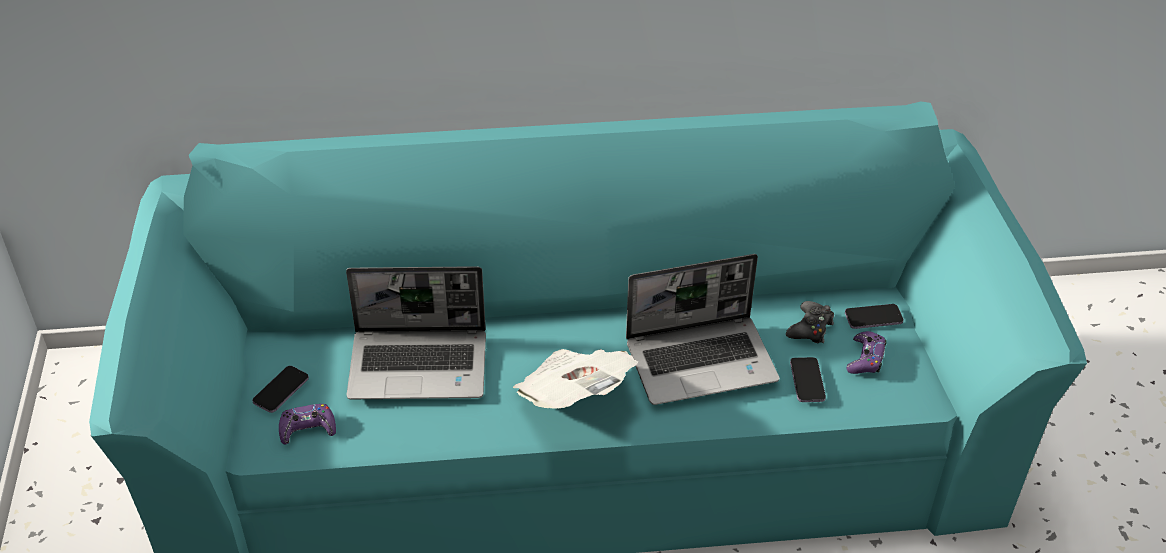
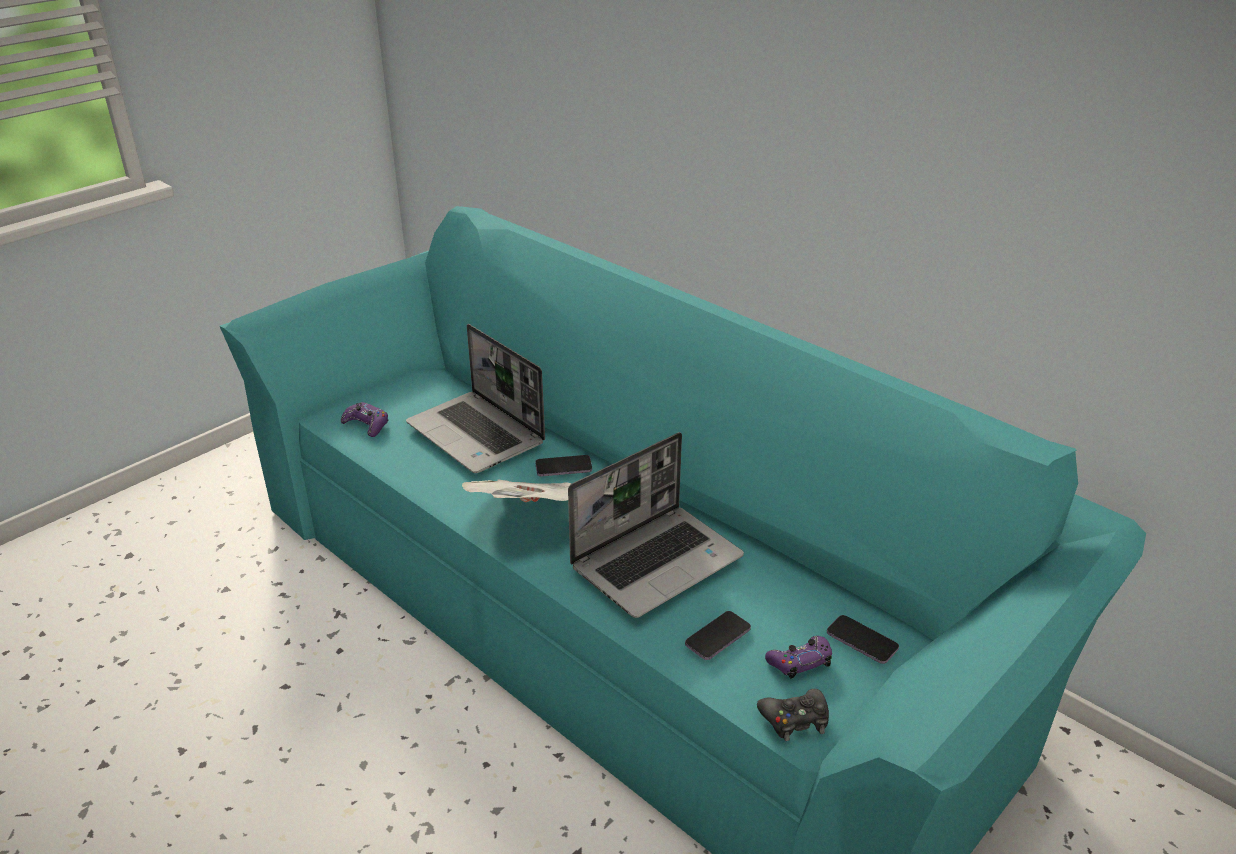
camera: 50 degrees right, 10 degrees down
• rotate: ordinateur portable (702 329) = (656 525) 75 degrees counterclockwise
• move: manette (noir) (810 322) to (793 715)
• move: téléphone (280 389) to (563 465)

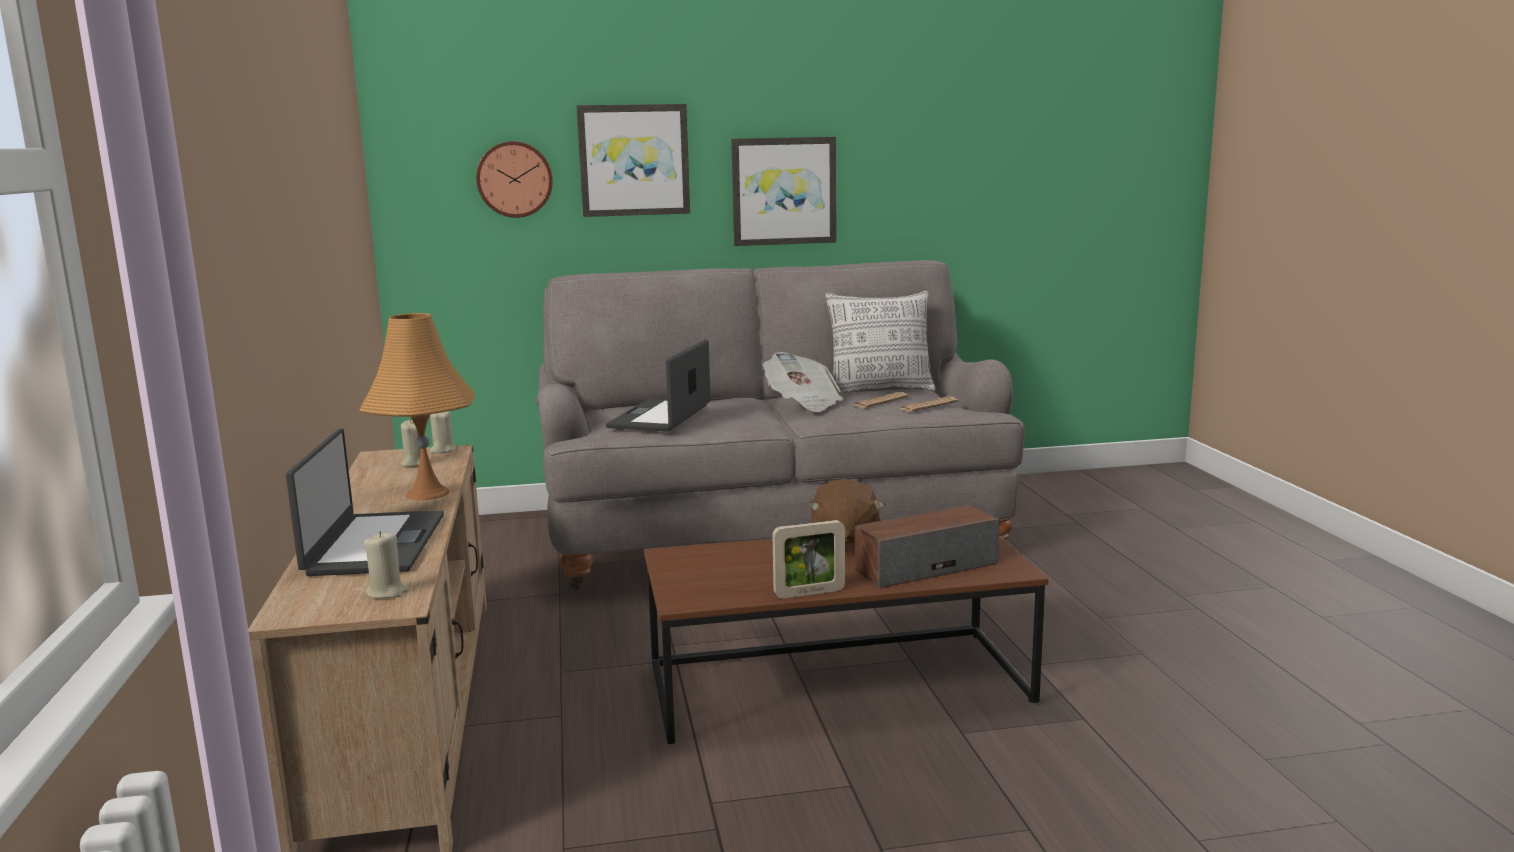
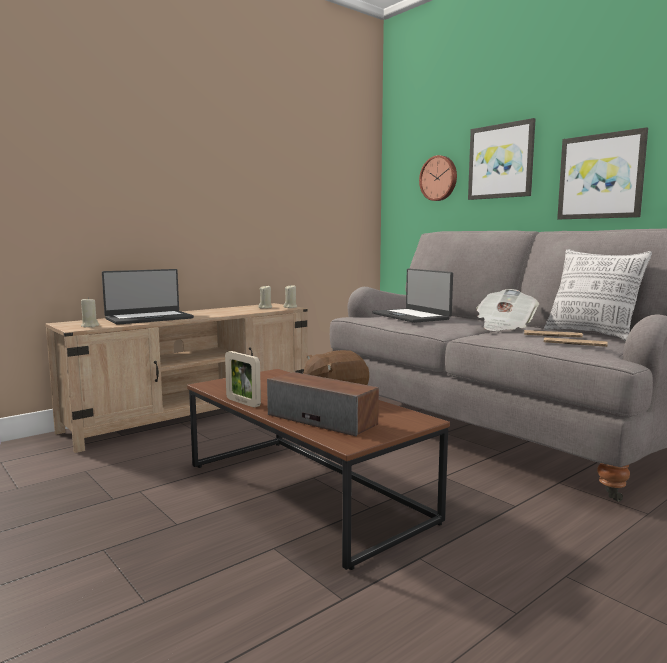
camera: 60 degrees right, 5 degrees down
• delete: lampe de table (orange) (417 407)
• rotate: ordinateur portable (658 385) = (412 295) 105 degrees counterclockwise

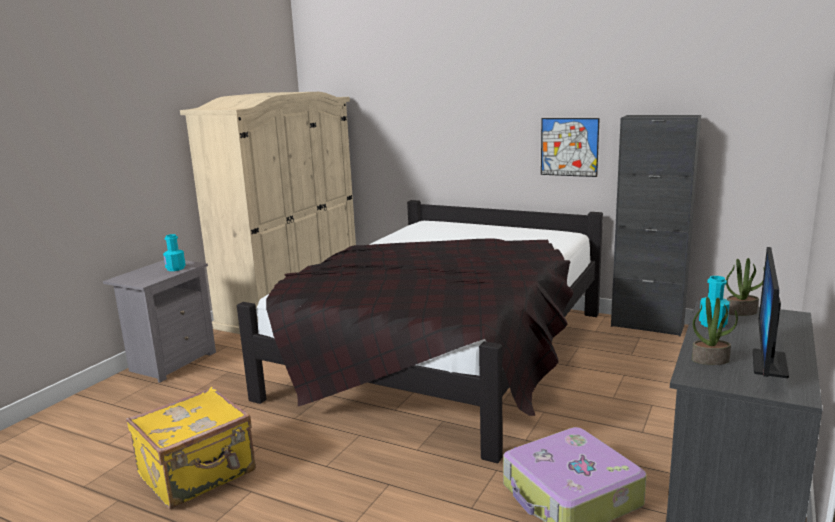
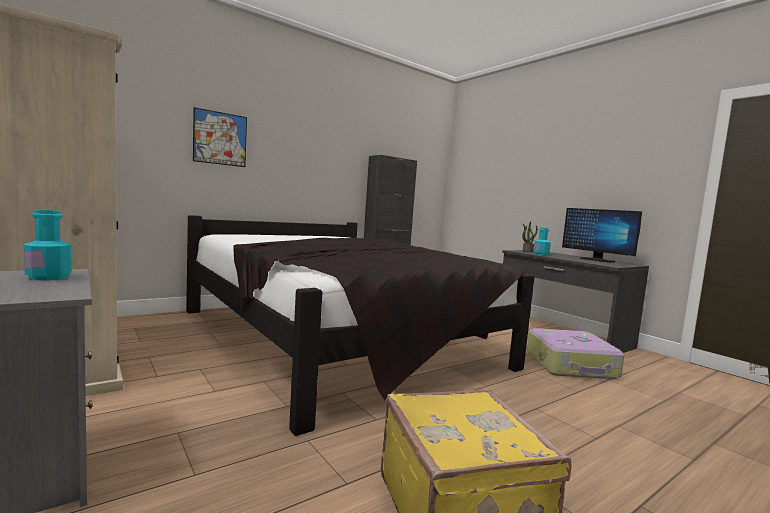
camera: 65 degrees left, 10 degrees down
• move: tableau (570 147) to (220 137)
• delete: plante en pot (715 331)

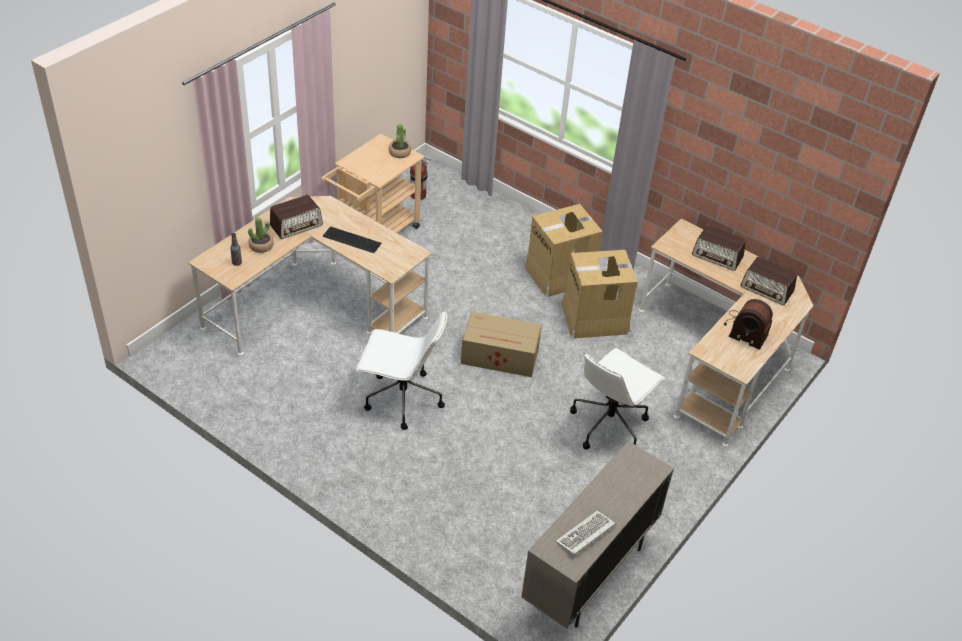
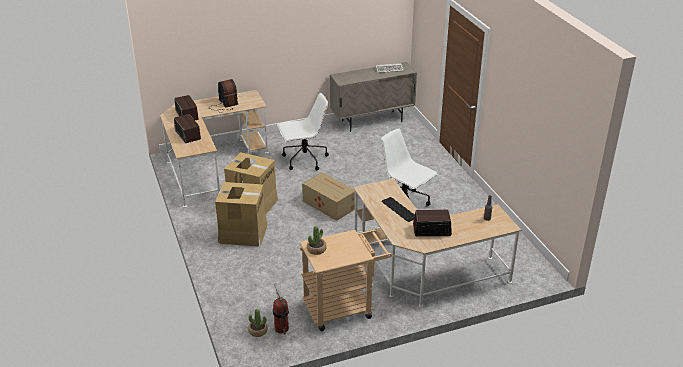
camera: 145 degrees left, 10 degrees down
• move: plante en pot (261 235) to (258 323)

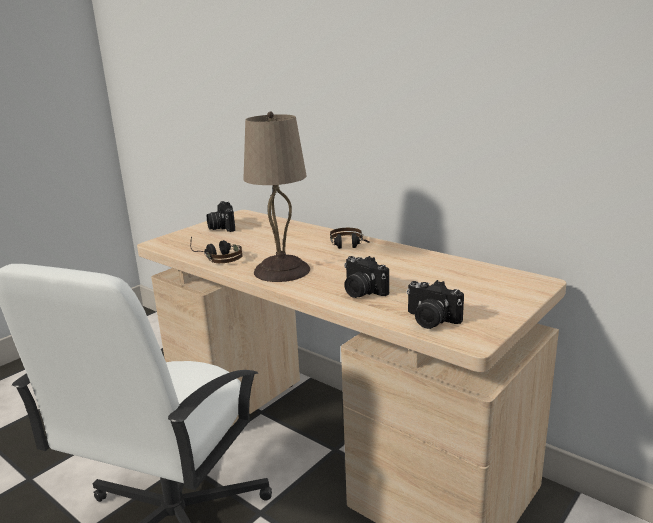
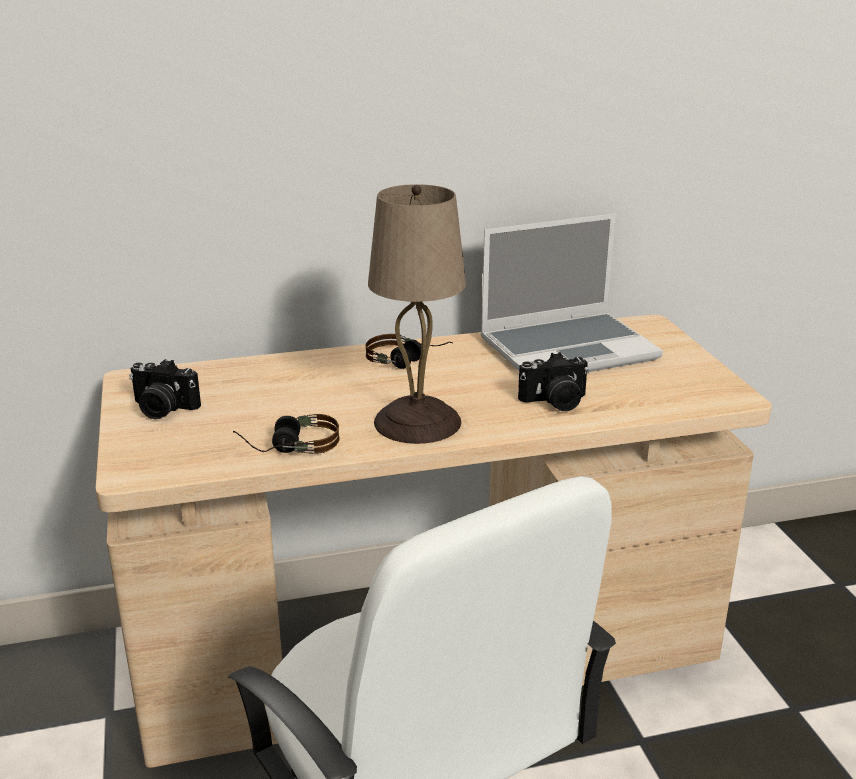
camera: 55 degrees left, 5 degrees up
• delete: appareil photo (435 304)
• insert: ordinateur portable (571 292)

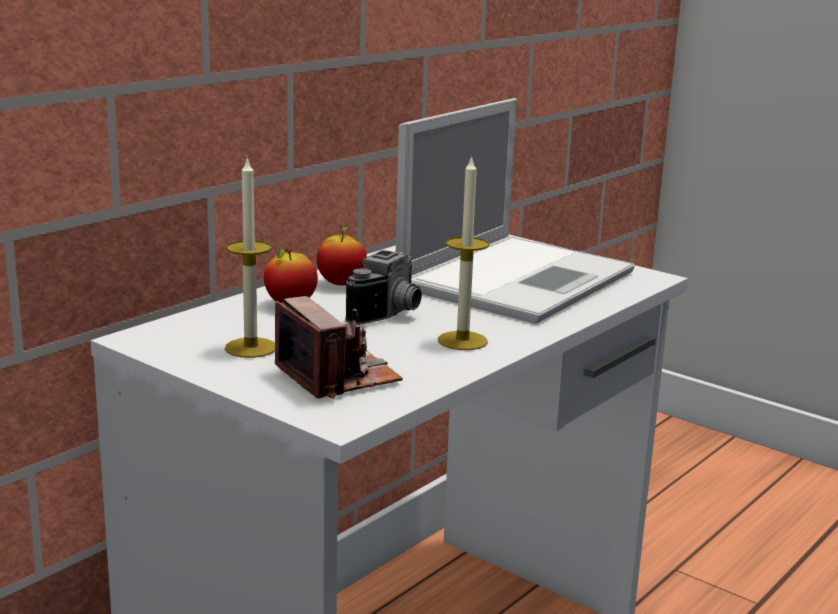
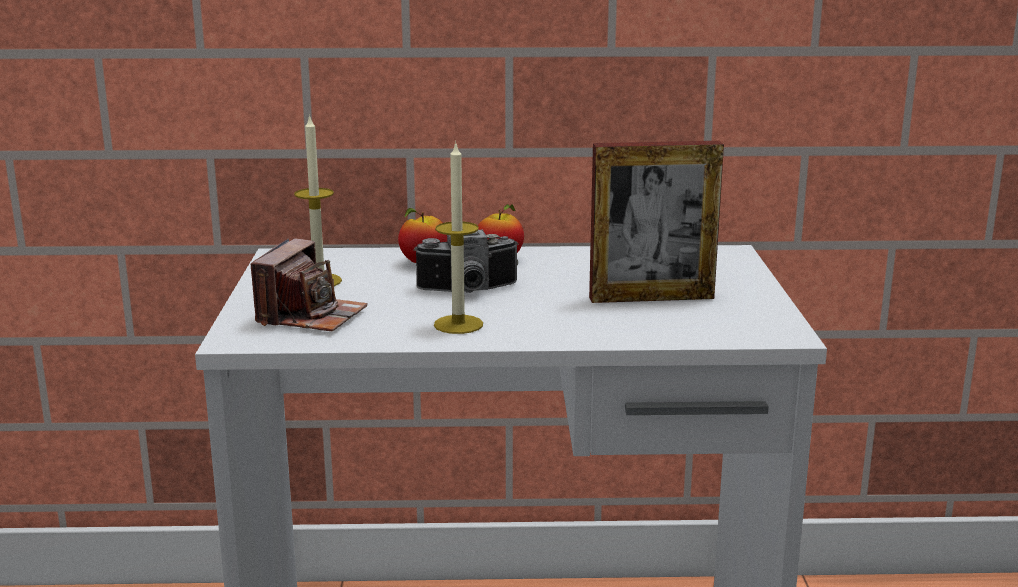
camera: 50 degrees right, 0 degrees up
• replace: ordinateur portable (515 211) to cadre photo (656 222)

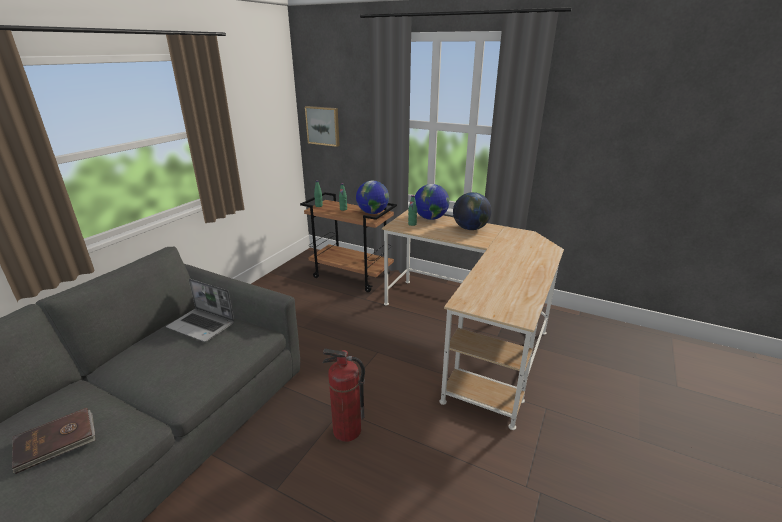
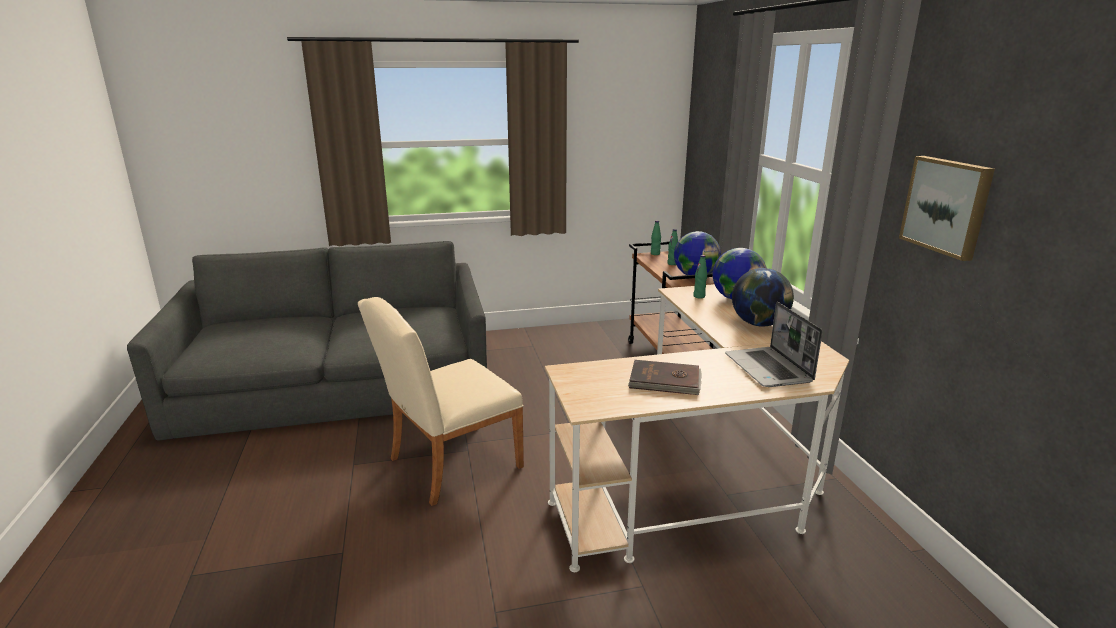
camera: 50 degrees right, 5 degrees down
• move: tableau (322 126) to (947 208)
• move: ordinateur portable (200 310) to (774 344)
• replace: extincteur (344 395) to chaise (beige) (441 401)
• move: livre (marron) (53 441) to (665 377)

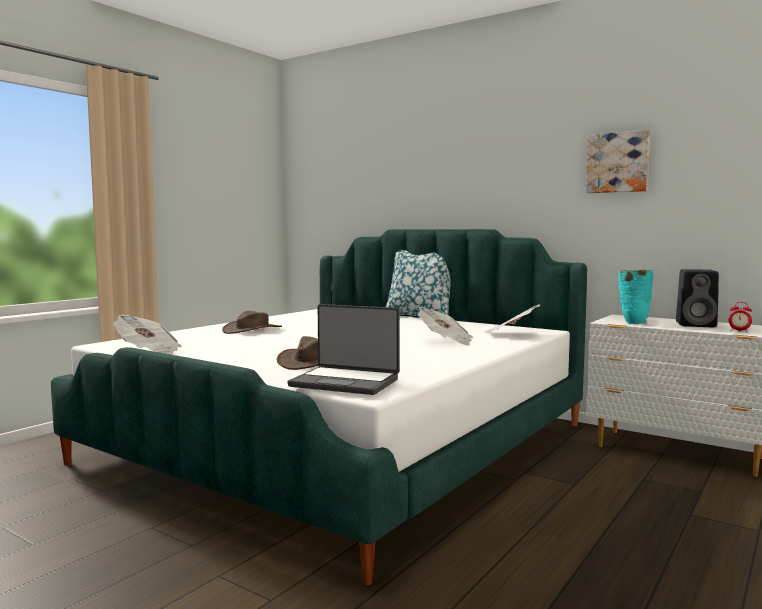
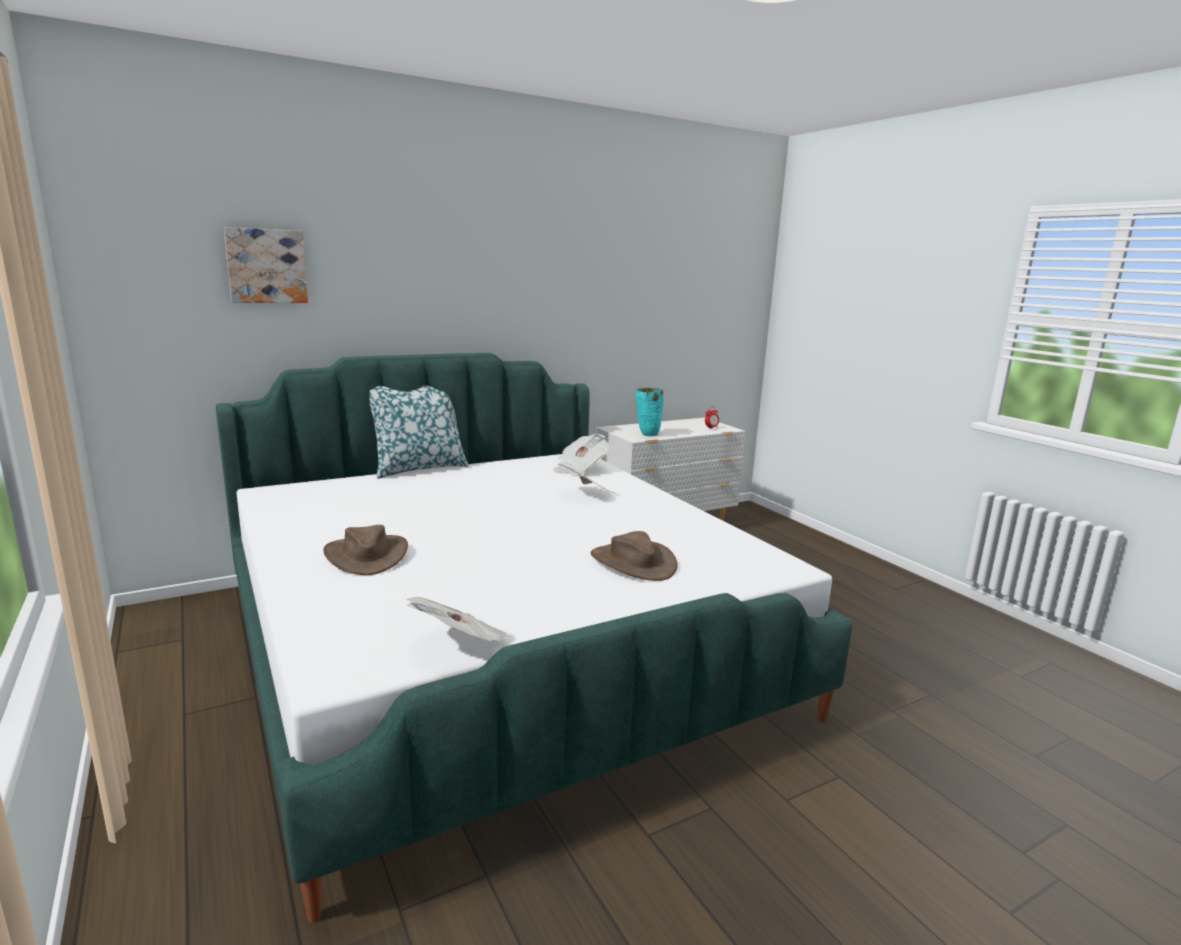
camera: 65 degrees left, 10 degrees up
• move: tableau (618 161) to (266 265)
• delete: enceinte (noir) (697 298)
• delete: ordinateur portable (344 349)

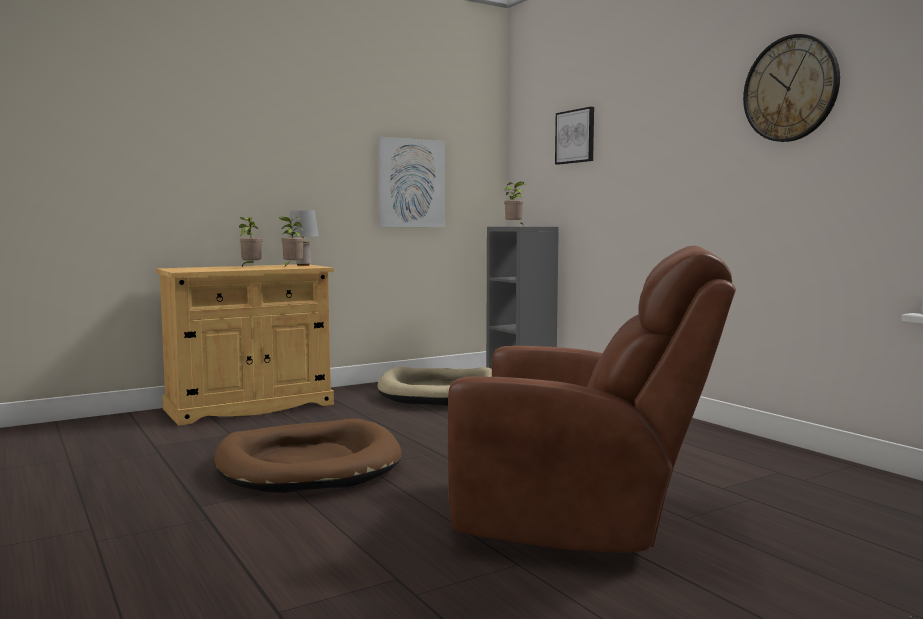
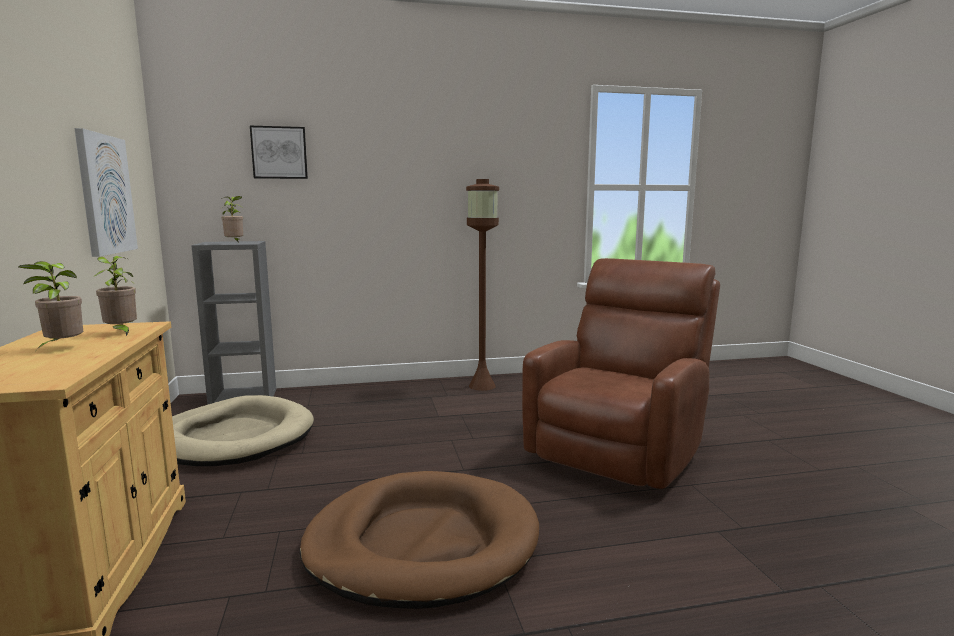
camera: 70 degrees left, 5 degrees up
• delete: horloge murale (791 88)
• delete: lampe de table (gris) (303 238)
• insert: lampadaire (marron) (482 285)

